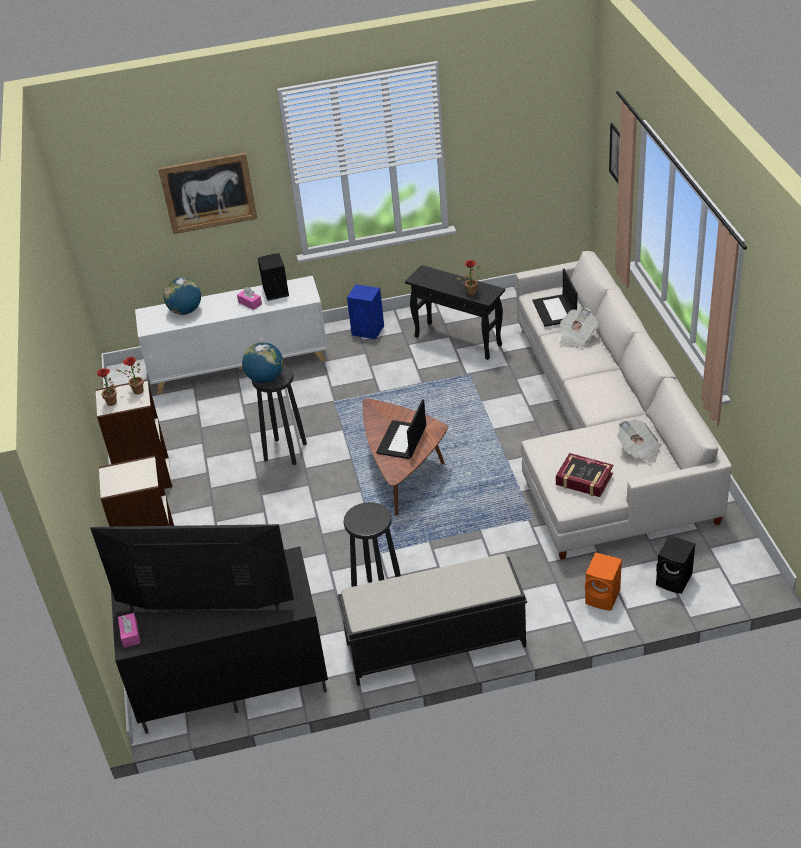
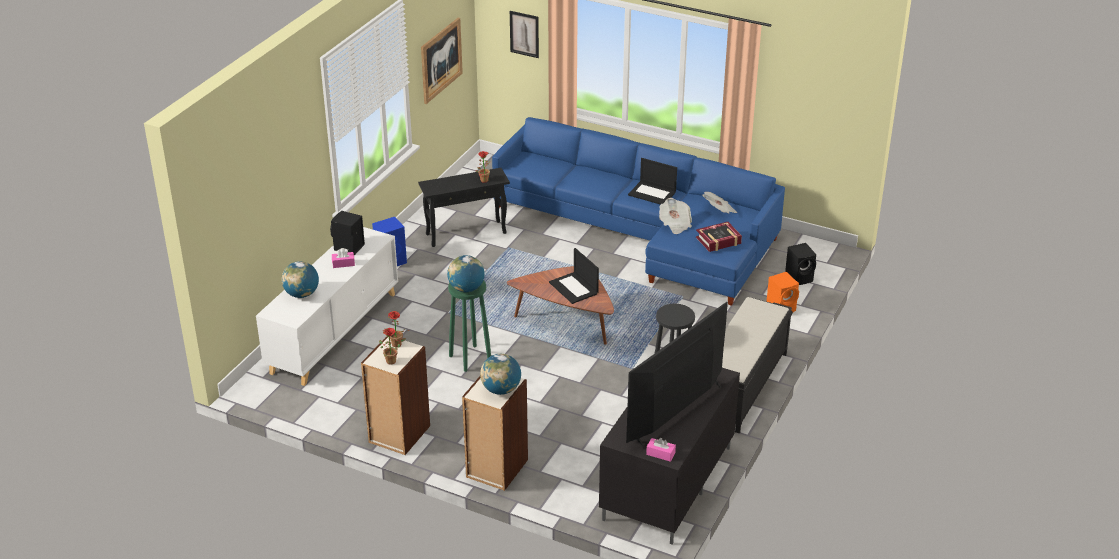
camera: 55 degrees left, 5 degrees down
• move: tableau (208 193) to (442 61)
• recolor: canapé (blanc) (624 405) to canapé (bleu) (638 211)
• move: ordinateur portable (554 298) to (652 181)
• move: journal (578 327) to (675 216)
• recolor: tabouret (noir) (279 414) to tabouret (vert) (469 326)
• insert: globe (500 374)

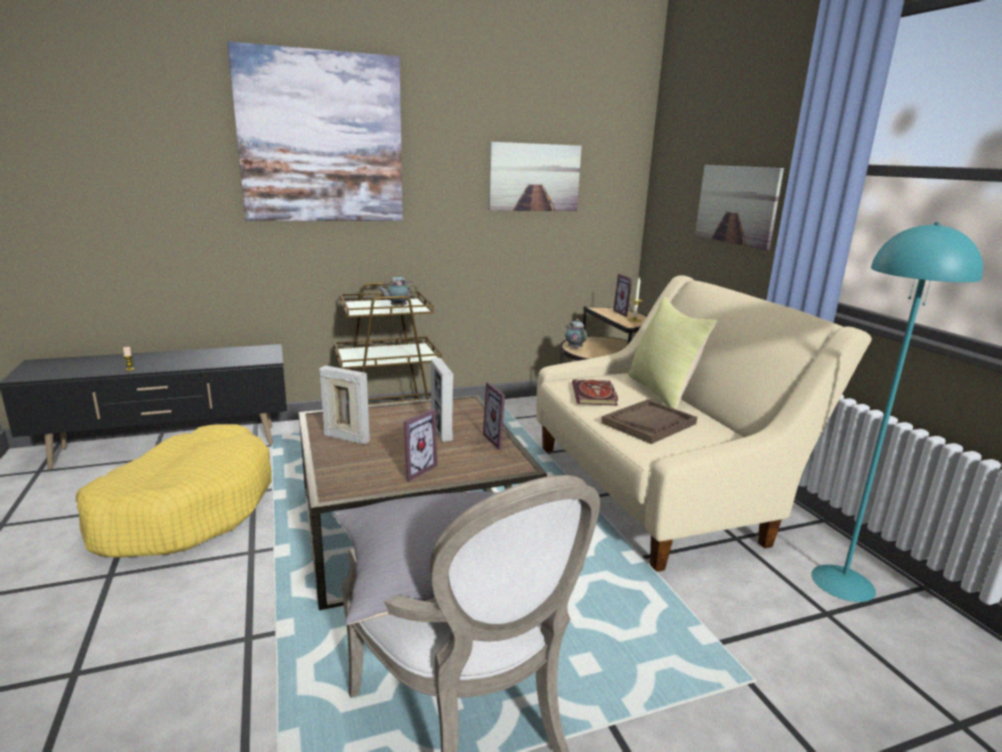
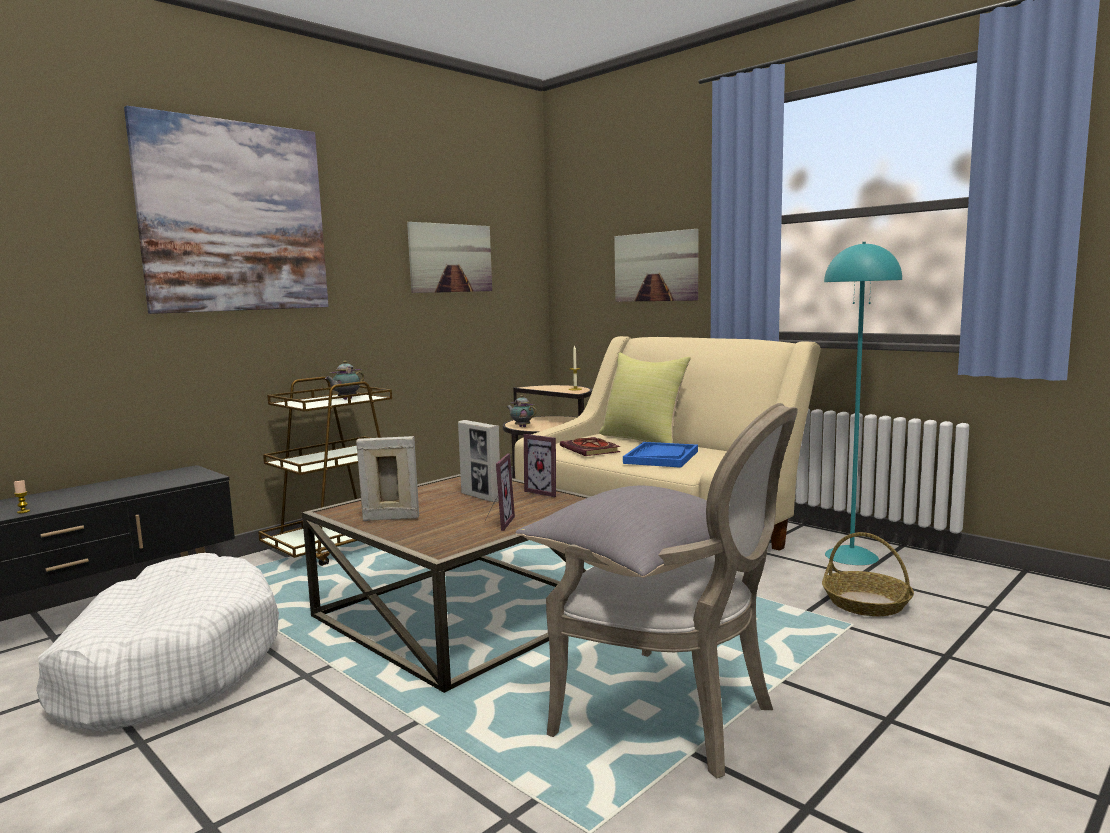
camera: 25 degrees left, 10 degrees down
• delete: cadre photo (623 295)
• recolor: plateau (marron) (649 421) to plateau (bleu) (660 455)
• recolor: panier pour chien (jaune) (173 491) to panier pour chien (blanc) (157 642)
• insert: panier (868 574)

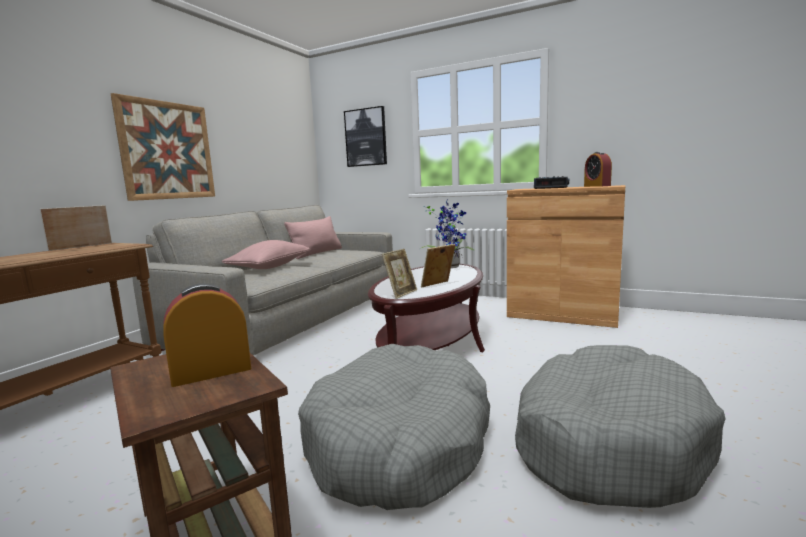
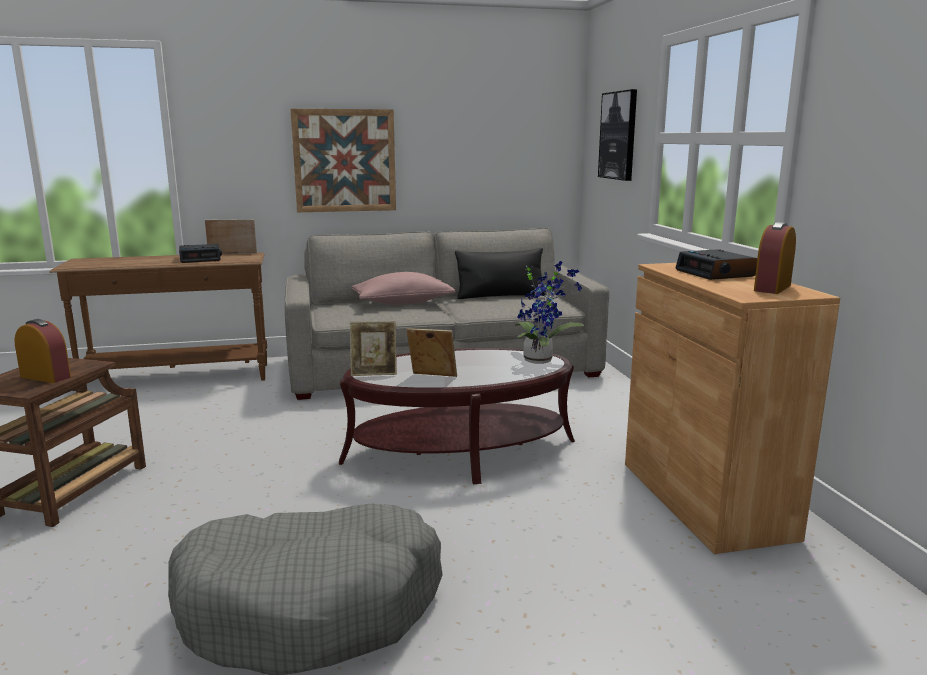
camera: 50 degrees right, 5 degrees up
• recolor: coussin (rose) (313 237) to coussin (noir) (500 273)
• delete: panier pour chien (gris) (394 427)
• insert: réveil (200 253)

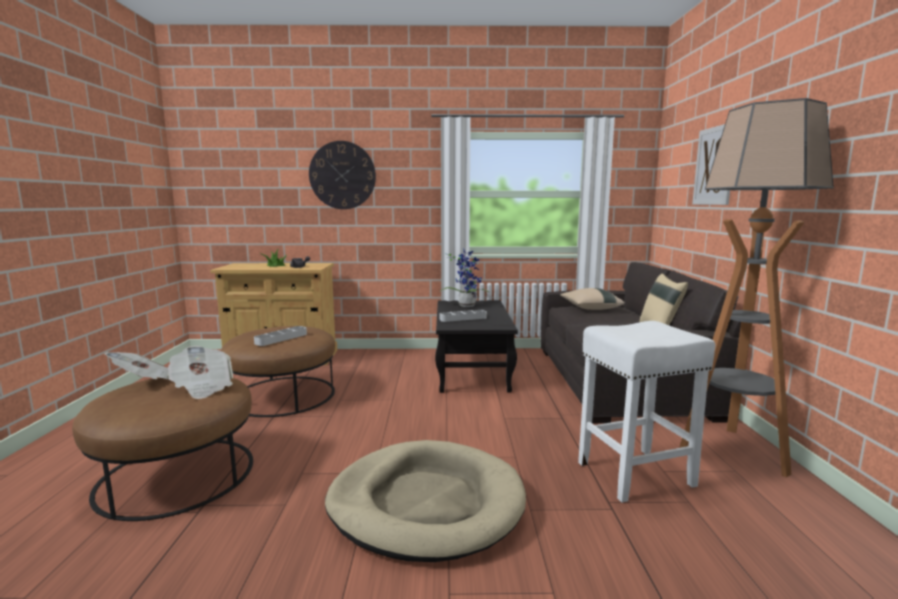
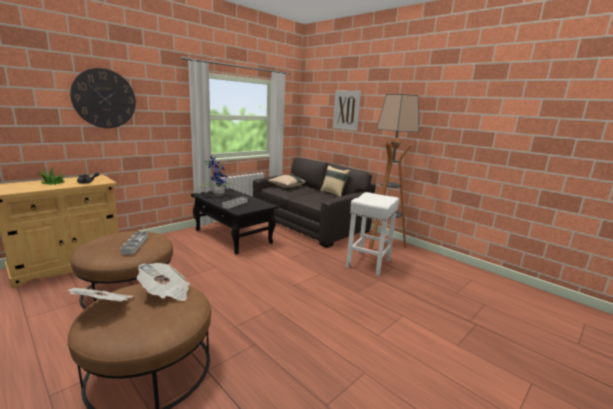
camera: 45 degrees left, 5 degrees up
• delete: panier pour chien (beige) (425 501)

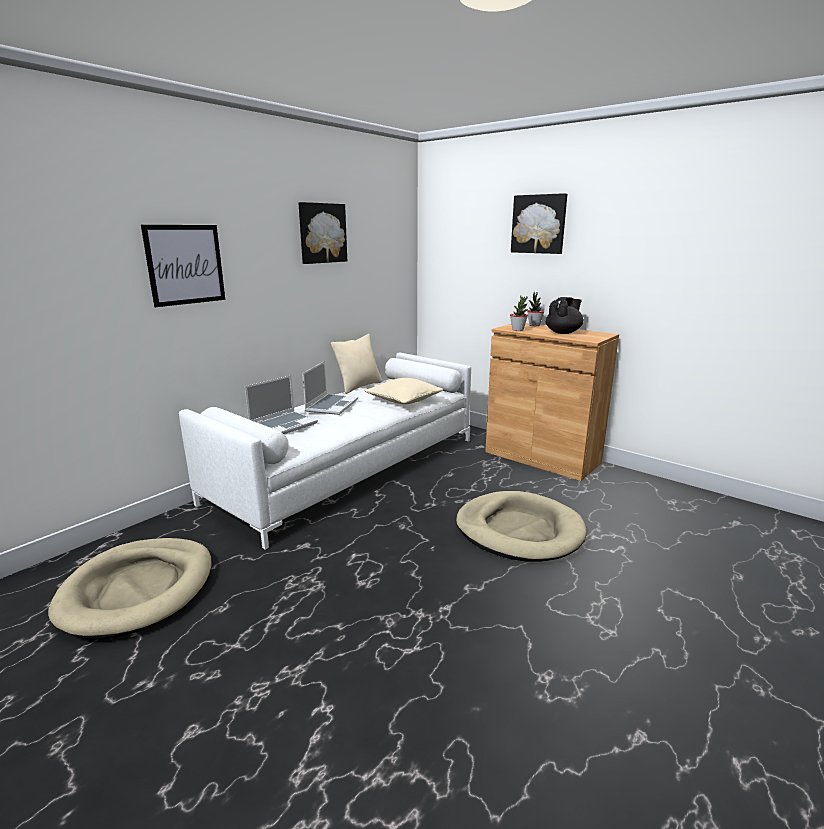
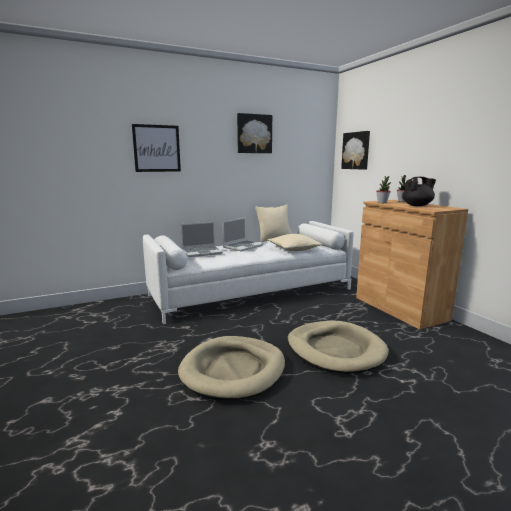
camera: 25 degrees right, 5 degrees down
• move: tableau (539 223) to (355 150)
• move: panier pour chien (beige) (130 589) to (231 368)

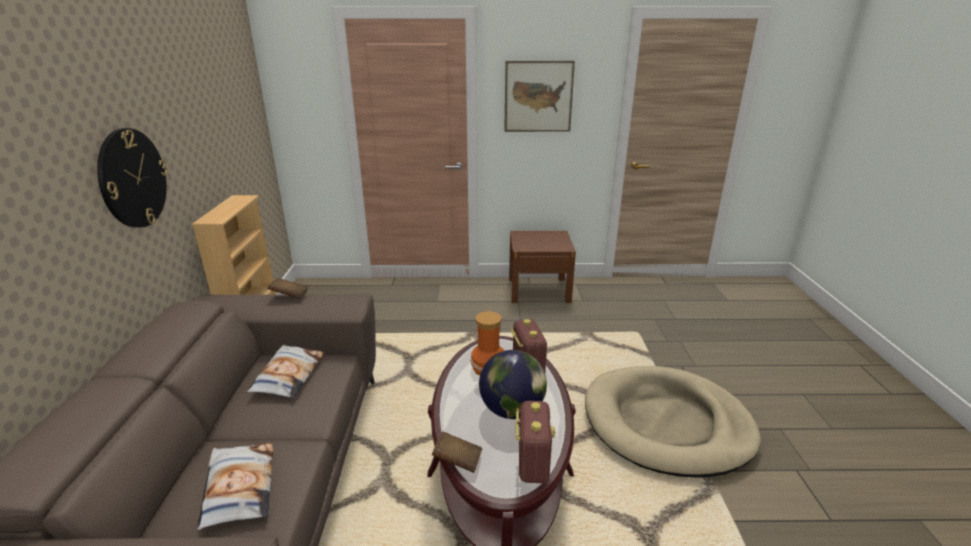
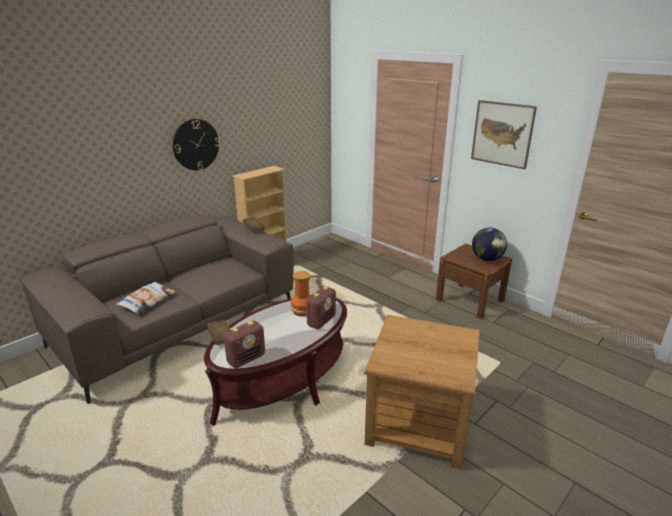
camera: 45 degrees right, 0 degrees up
• delete: coussin (285 371)
• move: globe (513 384) to (489 244)
• replace: panier pour chien (beige) (673 421) to table d'appoint (marron) (422 392)

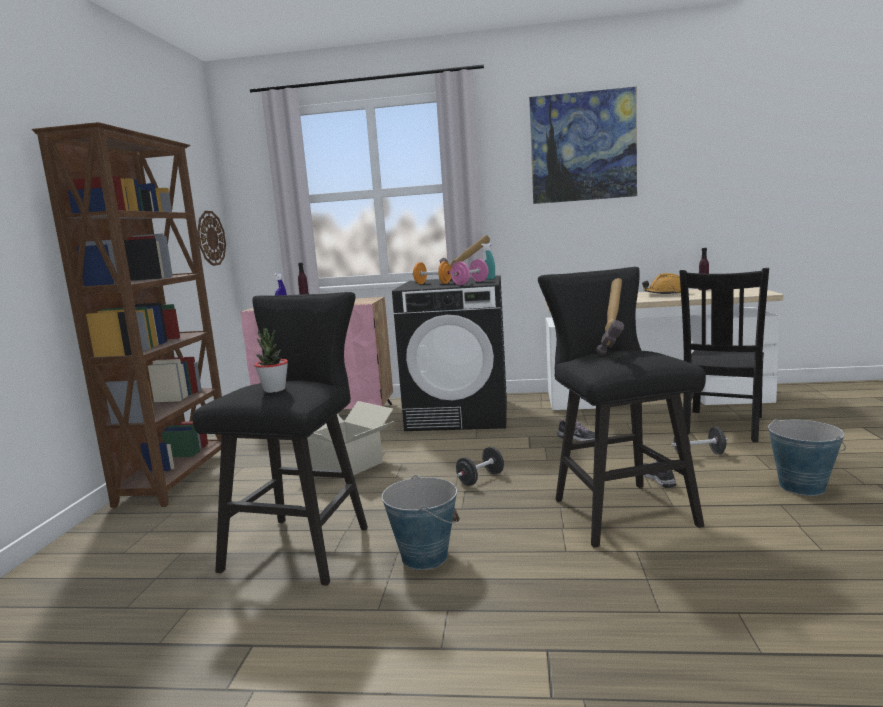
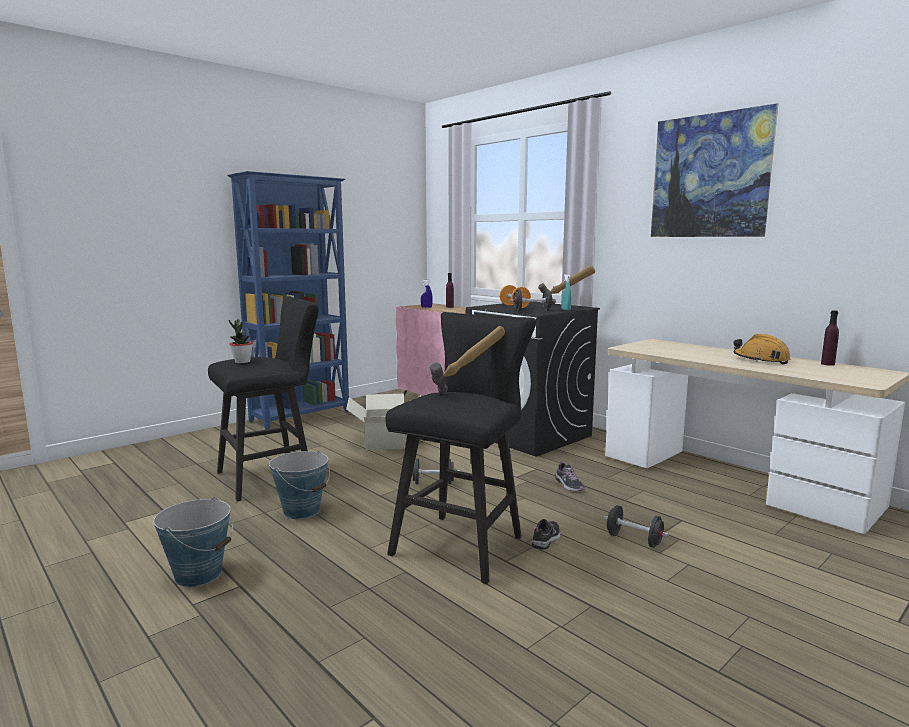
camera: 40 degrees right, 0 degrees up
• recolor: bibliothèque (marron) (127 315) to bibliothèque (bleu) (288 300)
• delete: horloge murale (211 238)
• recolor: haltère (rose) (469 272) to haltère (noir) (533 300)
• delete: chaise (noir) (724 355)
• move: seau (807 457) to (193 542)

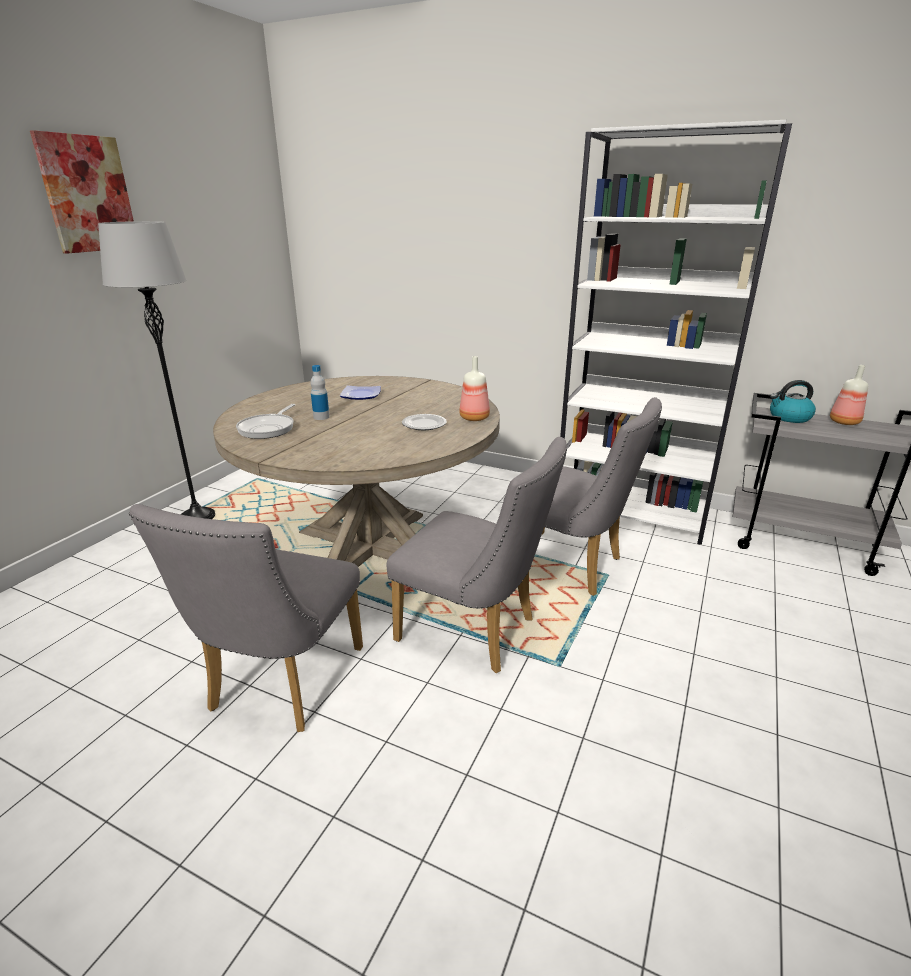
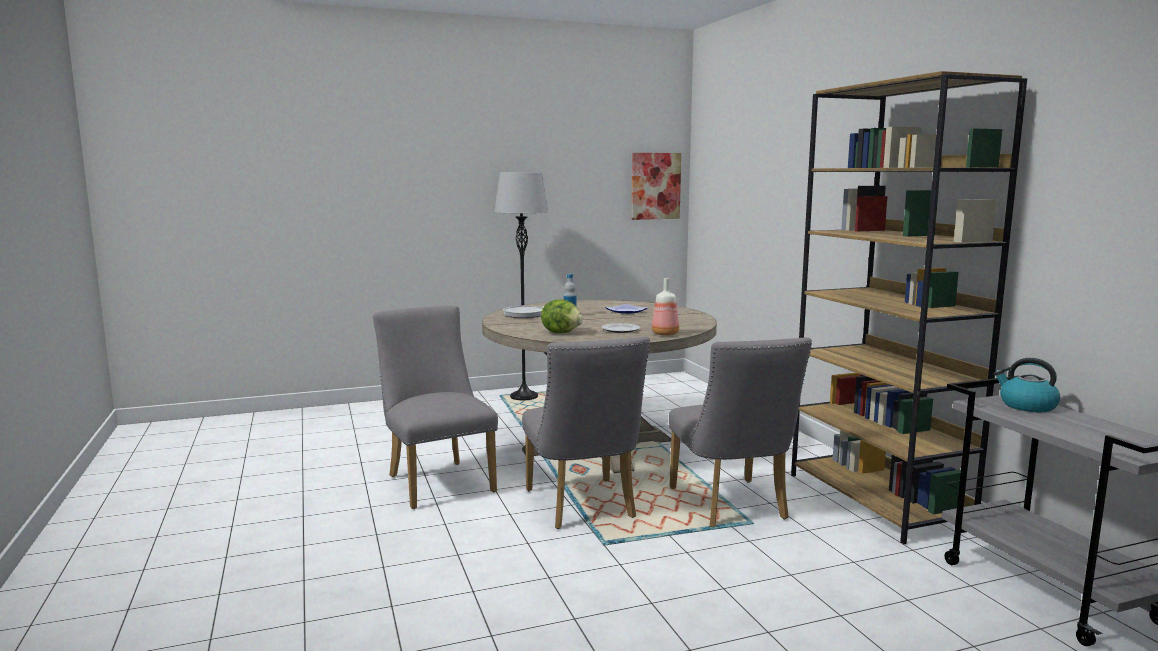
camera: 45 degrees right, 15 degrees down
• recolor: bibliothèque (blanc) (676 332) to bibliothèque (marron) (909 307)
• move: tableau (82 192) to (656 186)
• delete: bouteille (849 395)
• rotate: chaise (gris) (246 618) = (435 407) 90 degrees clockwise
• insert: laitue (562 316)

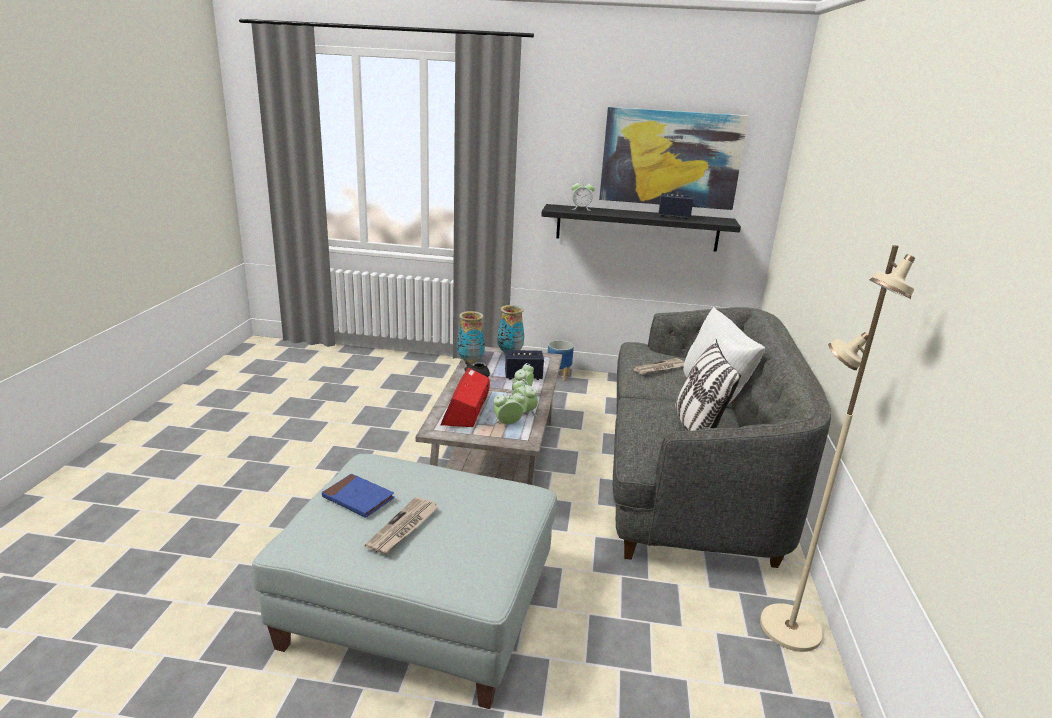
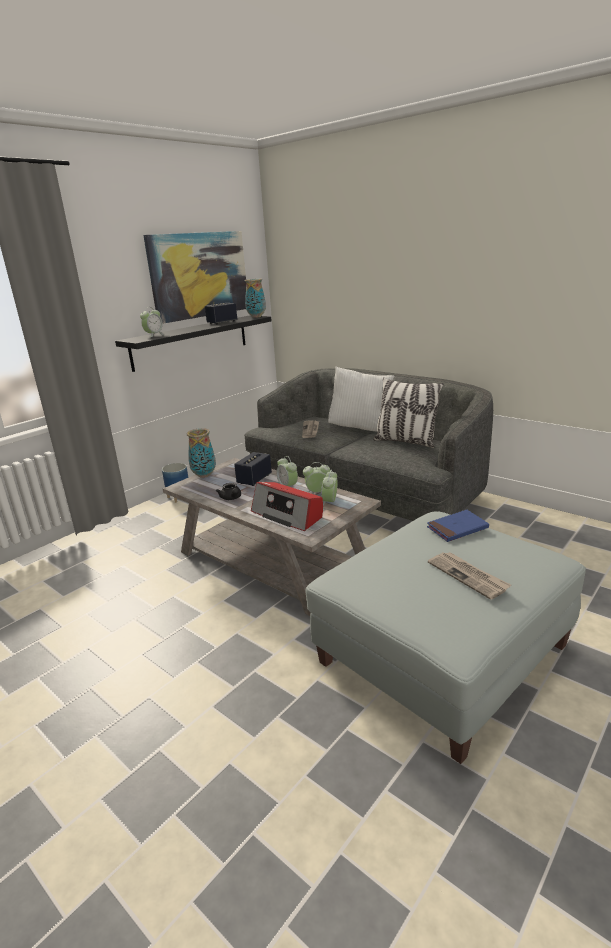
camera: 55 degrees left, 0 degrees up
• delete: lampadaire (beige) (837 448)
• move: vase (471 337) to (255 298)
• move: livre (bleu) (358 496) to (458 526)

